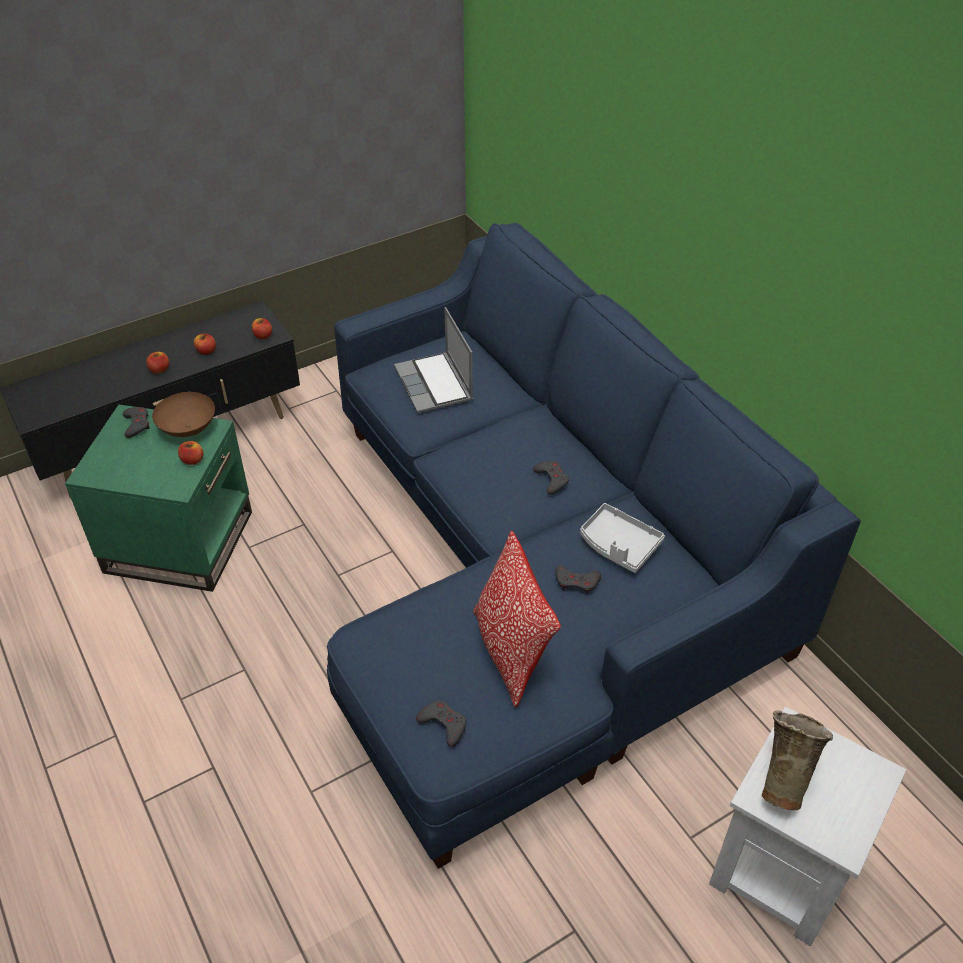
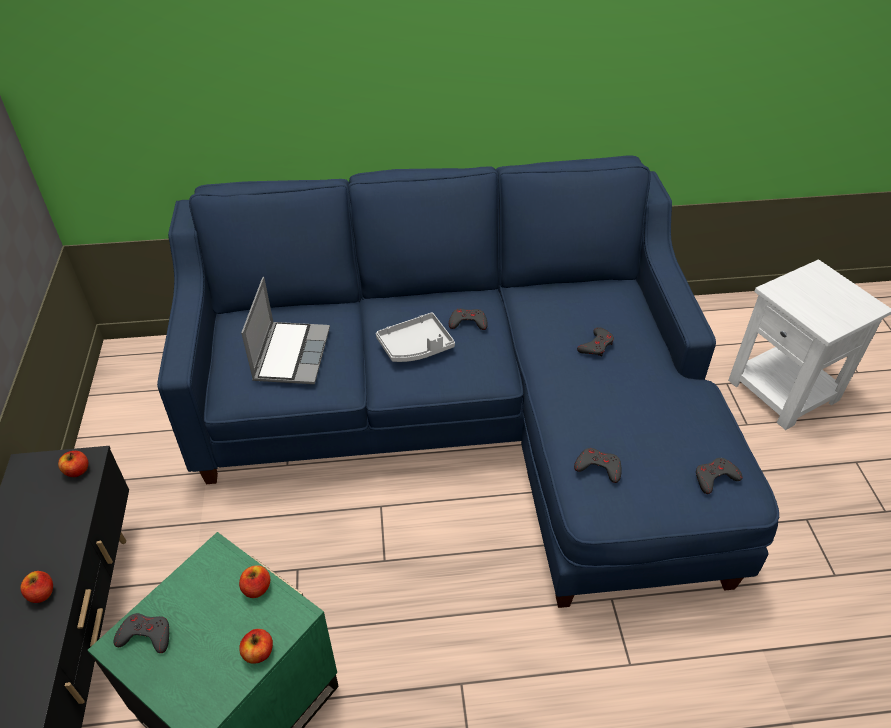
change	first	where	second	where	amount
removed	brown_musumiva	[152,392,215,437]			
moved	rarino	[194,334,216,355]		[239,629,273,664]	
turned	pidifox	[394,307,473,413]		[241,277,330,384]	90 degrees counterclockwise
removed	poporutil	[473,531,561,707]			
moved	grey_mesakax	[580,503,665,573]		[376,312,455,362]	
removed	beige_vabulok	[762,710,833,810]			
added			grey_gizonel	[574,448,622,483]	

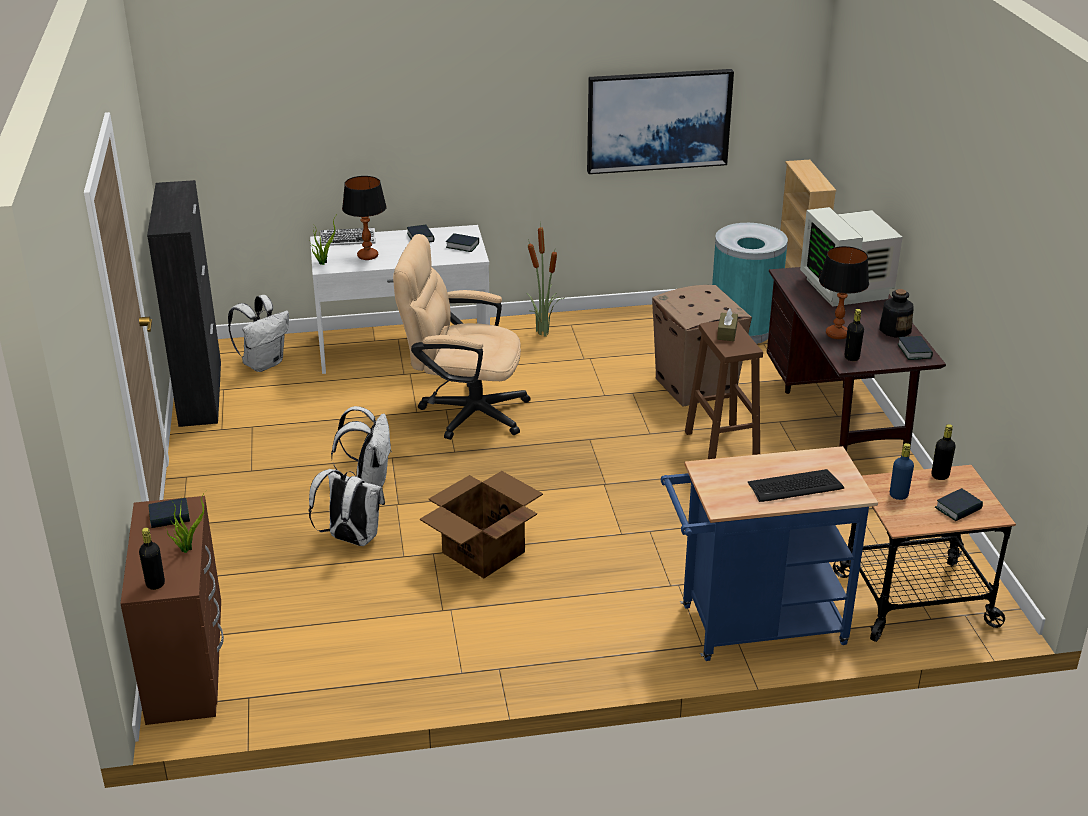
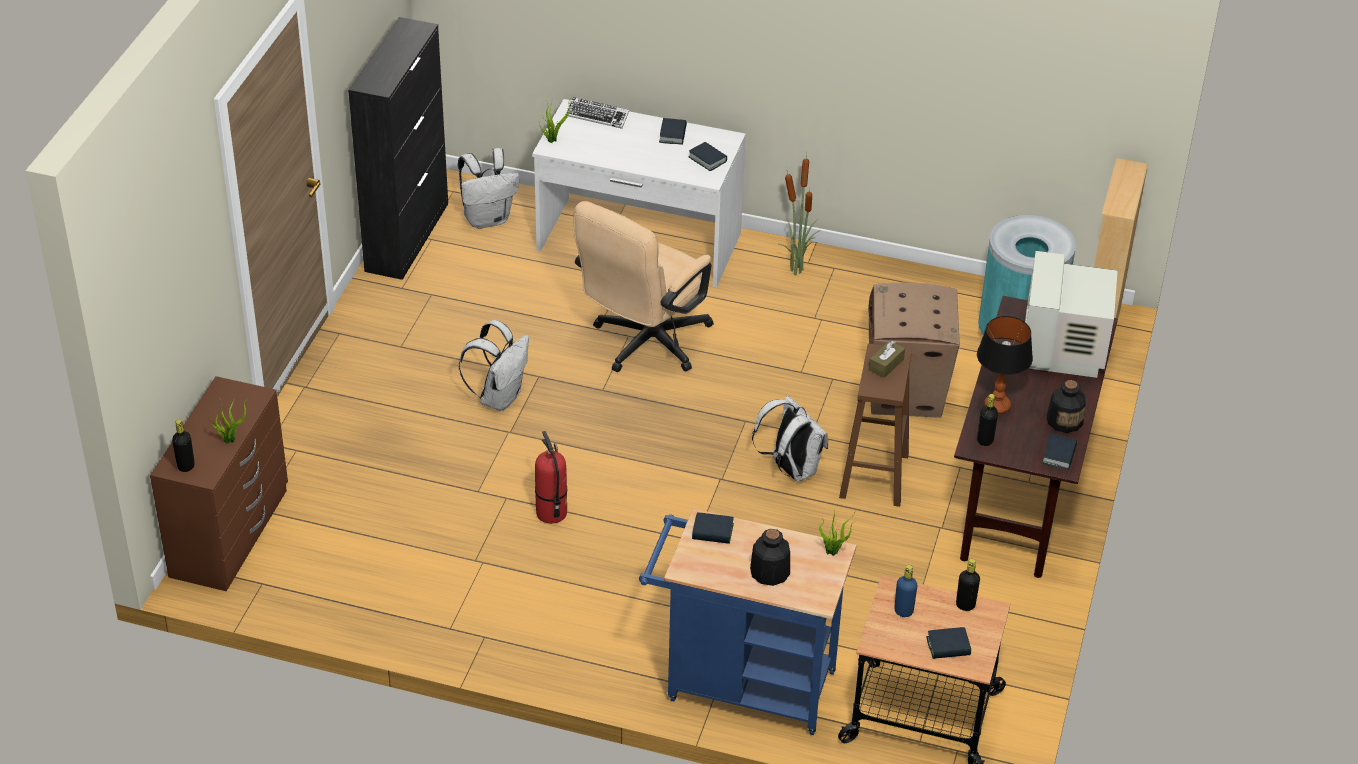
change	first	where	second	where	amount
moved	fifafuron	[149,498,190,528]		[692,513,734,544]	
moved	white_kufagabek	[308,469,385,546]		[752,396,828,482]	
removed	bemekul	[342,176,387,260]			
turned	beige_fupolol	[393,234,531,440]		[573,201,714,372]	90 degrees counterclockwise
replaced	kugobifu	[420,471,543,578]	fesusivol	[535,431,567,524]	
removed	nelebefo	[587,69,734,174]			
replaced	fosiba	[747,469,844,502]	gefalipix	[750,529,790,586]	
added			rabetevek	[819,505,856,556]	

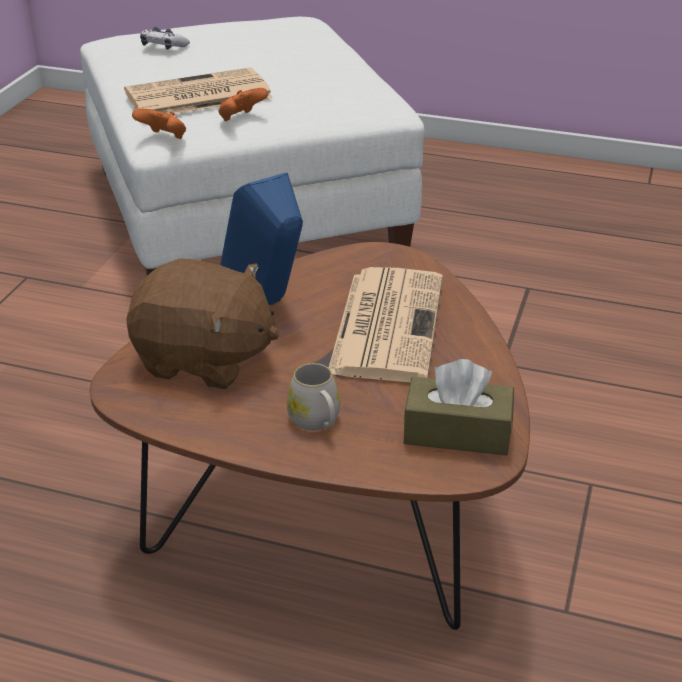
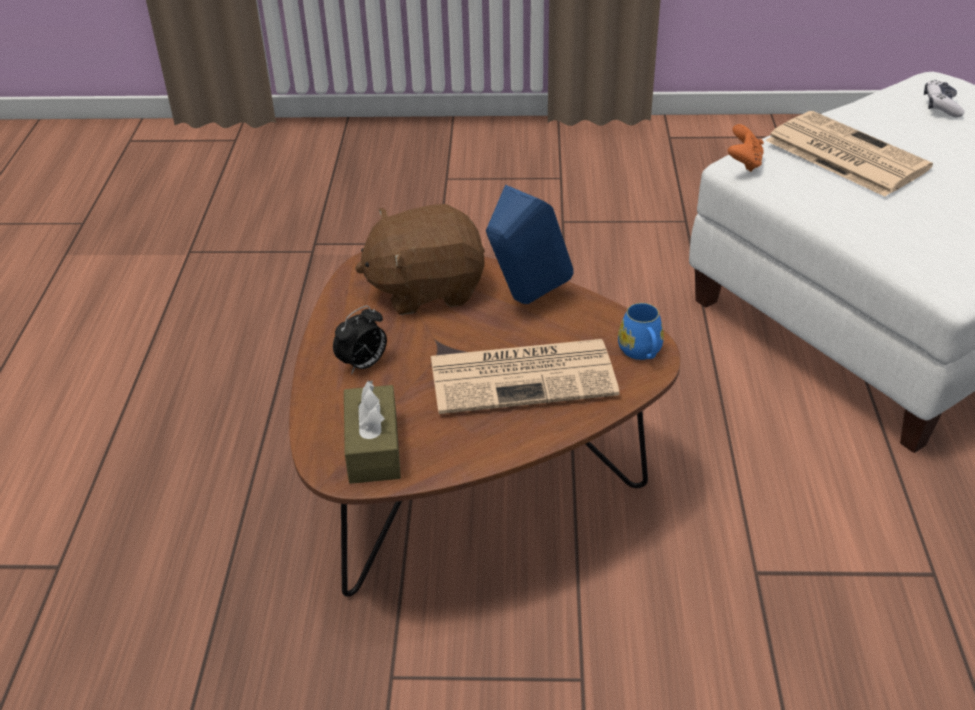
change	first	where	second	where	amount
turned	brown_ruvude	[126,258,279,389]		[355,204,485,315]	75 degrees clockwise
removed	orange_gizonel	[218,88,268,121]			
replaced	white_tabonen	[287,363,340,431]	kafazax	[333,305,387,374]	
added			blue_tabonen	[618,303,664,360]	

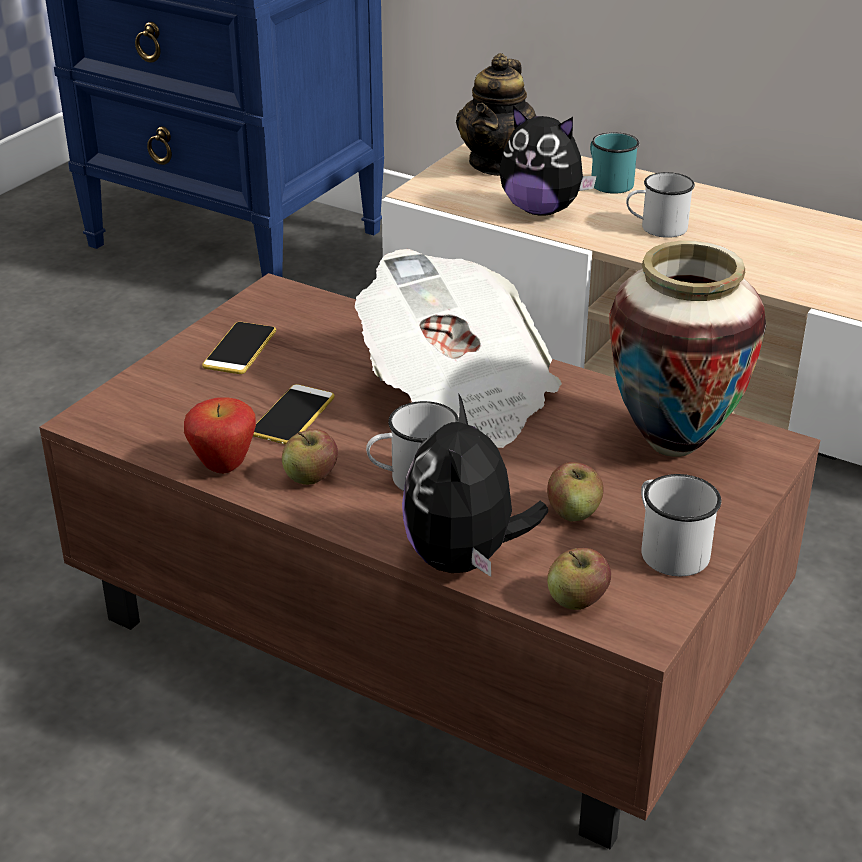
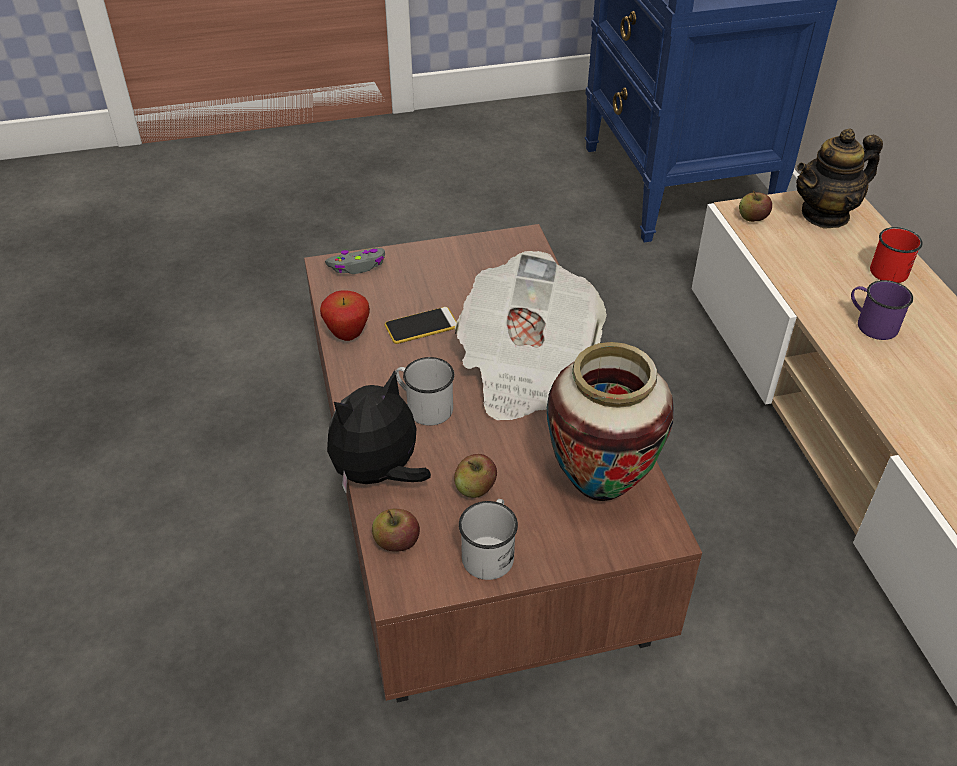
change	first	where	second	where	amount
removed	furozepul	[202,322,276,374]			
moved	rarino	[282,429,338,485]		[739,191,772,222]	
removed	ruvude	[499,106,597,216]			
recoloured	turquoise_tabonen	[590,132,639,194]	red_tabonen	[870,227,923,283]	
recoloured	white_tabonen	[626,172,695,238]	purple_tabonen	[851,280,913,340]	
added			grey_gizonel	[325,248,385,274]	

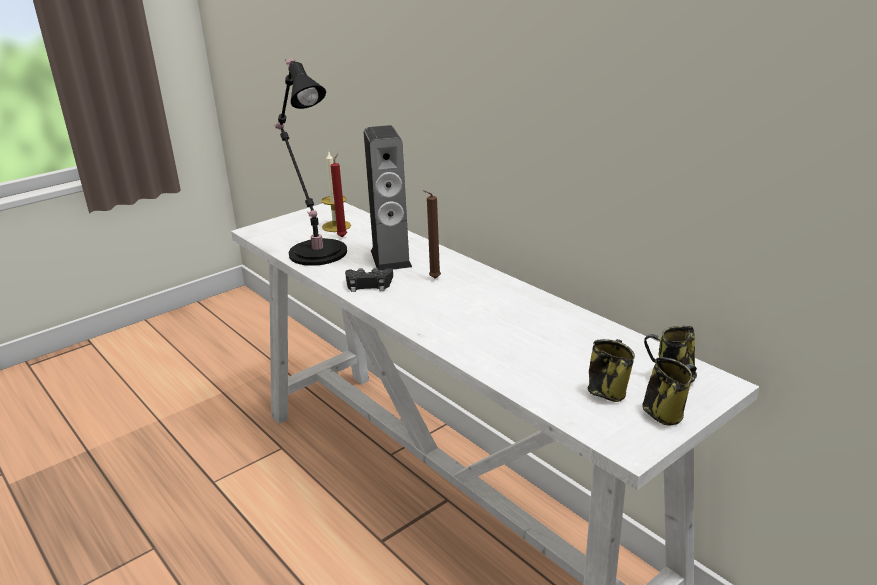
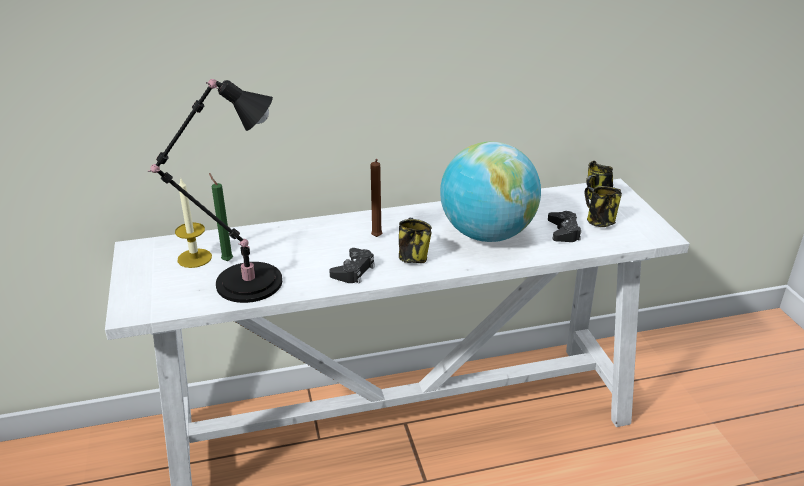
change	first	where	second	where	amount
recoloured	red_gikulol	[330,153,347,237]	green_gikulol	[209,173,233,261]	
removed	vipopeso	[364,125,412,270]			
moved	tabonen	[642,357,697,426]		[399,218,432,263]	
added			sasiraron	[440,142,541,242]	
added			black_gizonel	[548,211,581,242]	

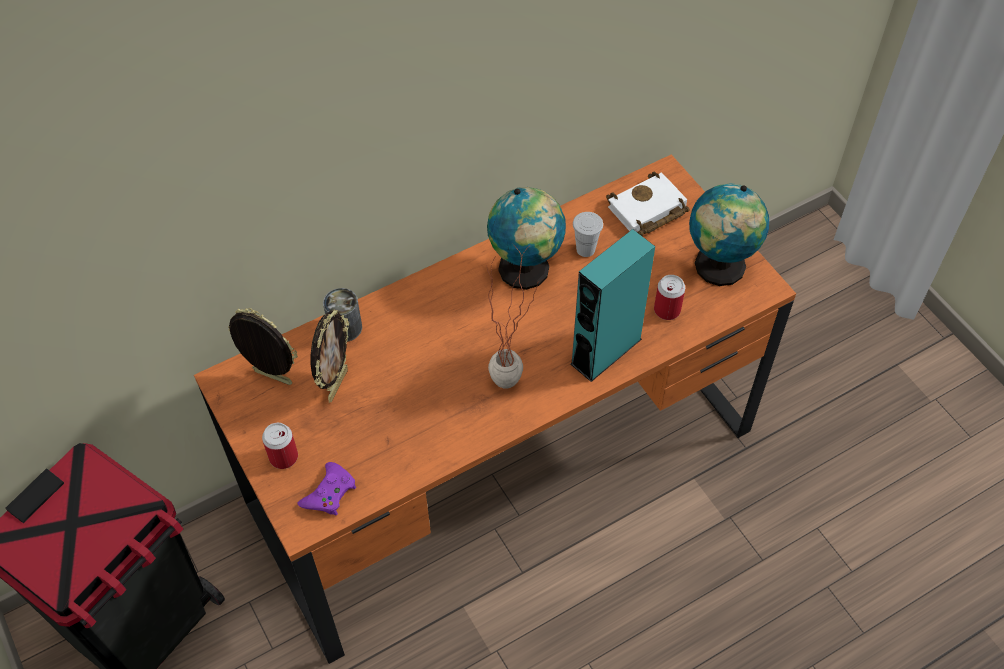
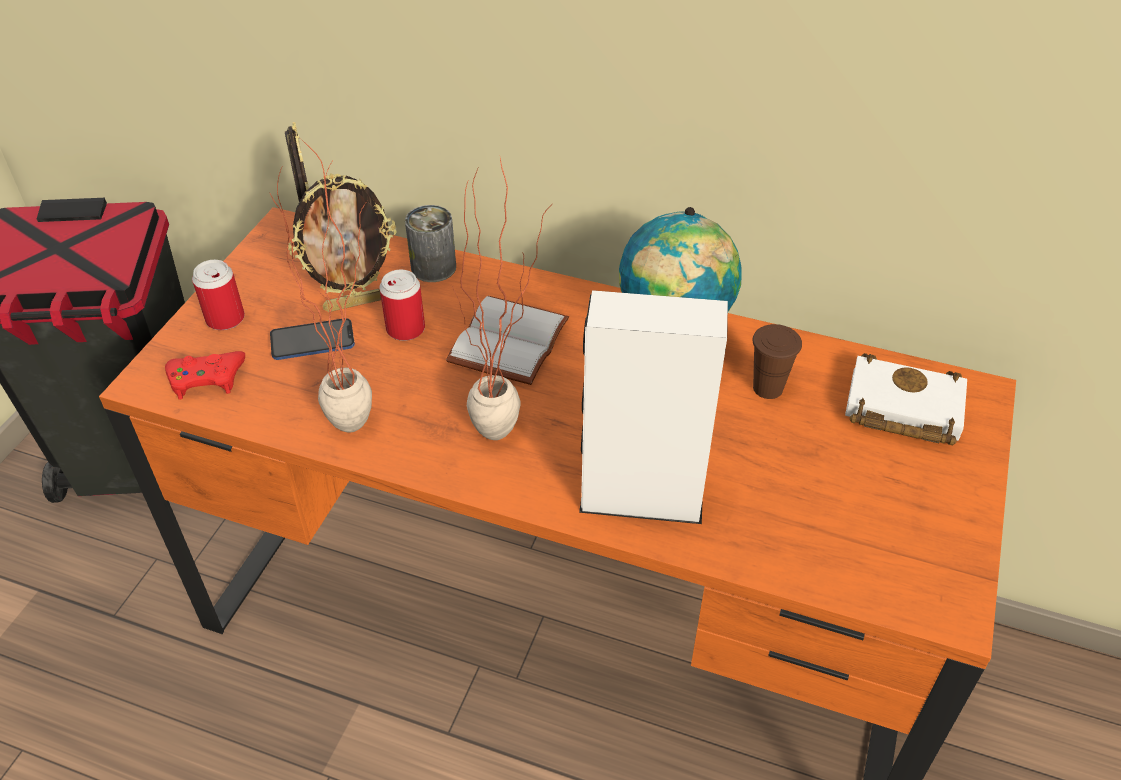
change	first	where	second	where	amount
recoloured	purple_gizonel	[297,462,356,515]	red_gizonel	[165,351,245,400]	
recoloured	turquoise_vipopeso	[570,229,655,382]	white_vipopeso	[579,290,728,524]	
recoloured	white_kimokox	[573,212,603,257]	brown_kimokox	[753,324,802,399]	
moved	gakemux	[654,275,685,320]		[379,269,425,341]	
removed	sasiraron	[689,183,769,286]			
added			rabetevek	[269,139,372,433]	
added			furozepul	[270,318,355,360]	
added			white_fifafuron	[446,296,569,385]	

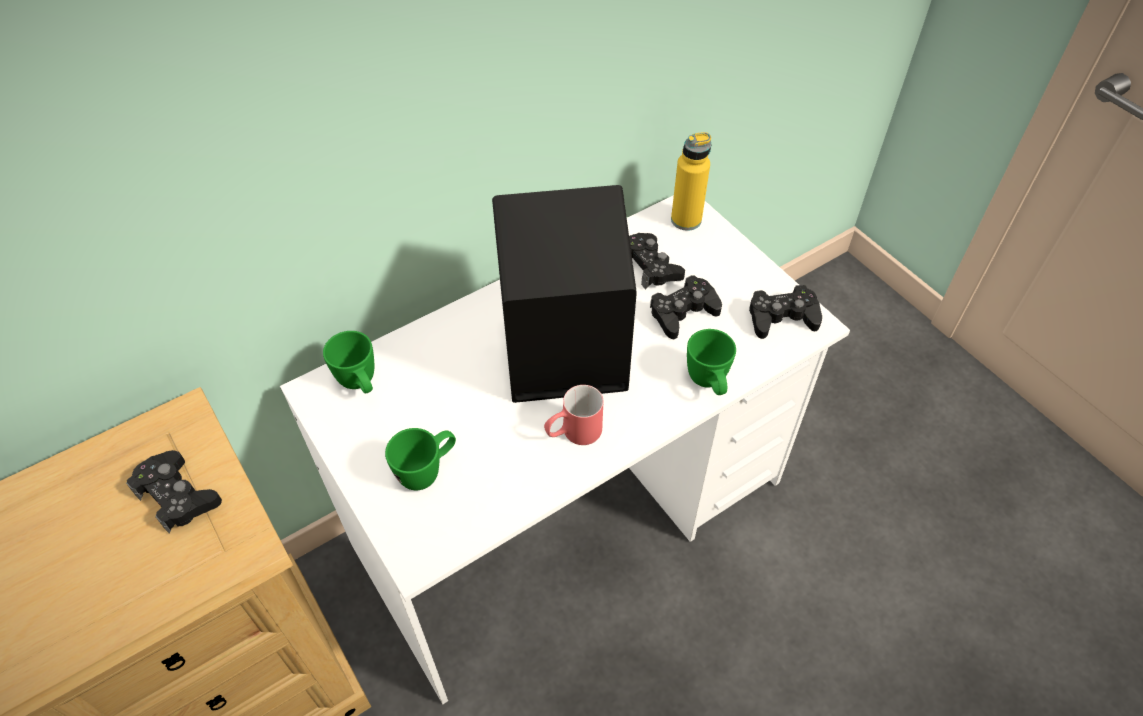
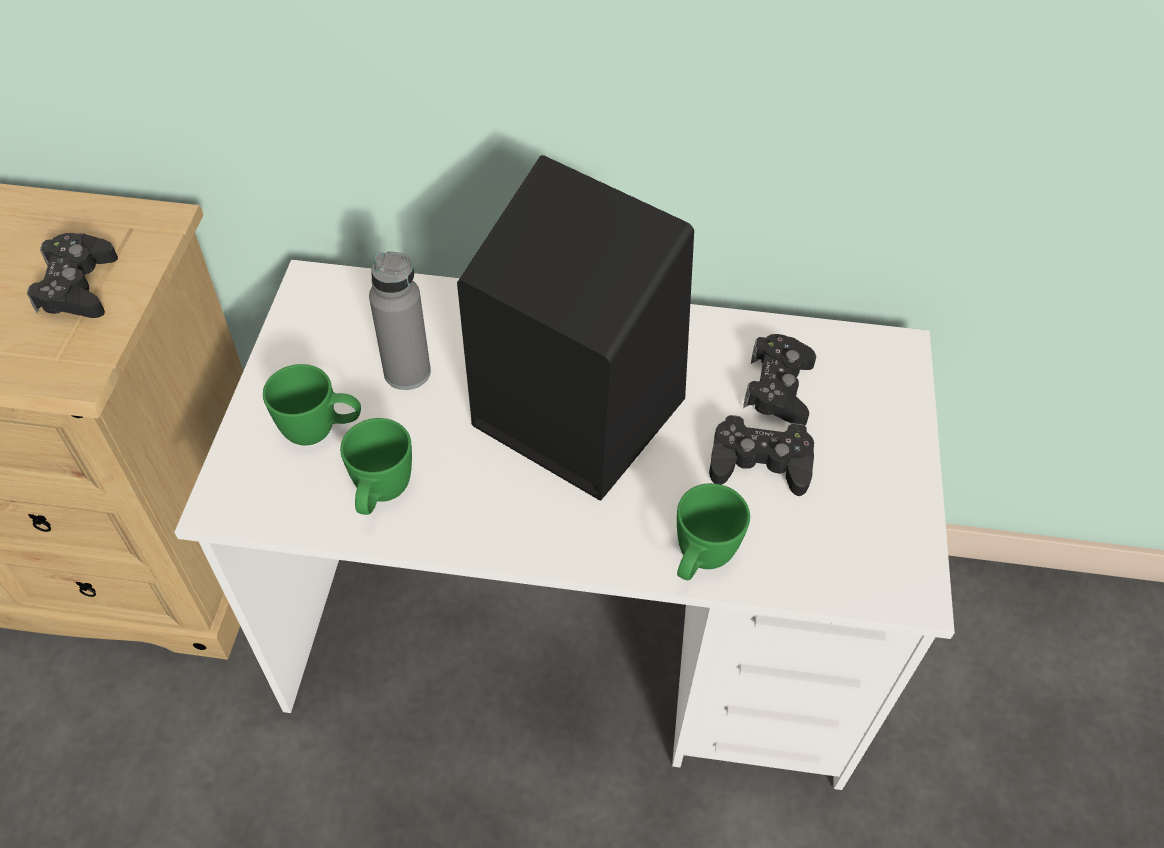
change	first	where	second	where	amount
moved	green_tabonen	[323,331,374,394]		[340,418,412,515]	
removed	red_tabonen	[544,385,603,445]			
removed	yellow_gefalipix	[671,132,711,231]			
removed	black_gizonel	[749,285,822,339]			
added			grey_gefalipix	[369,251,431,390]	

